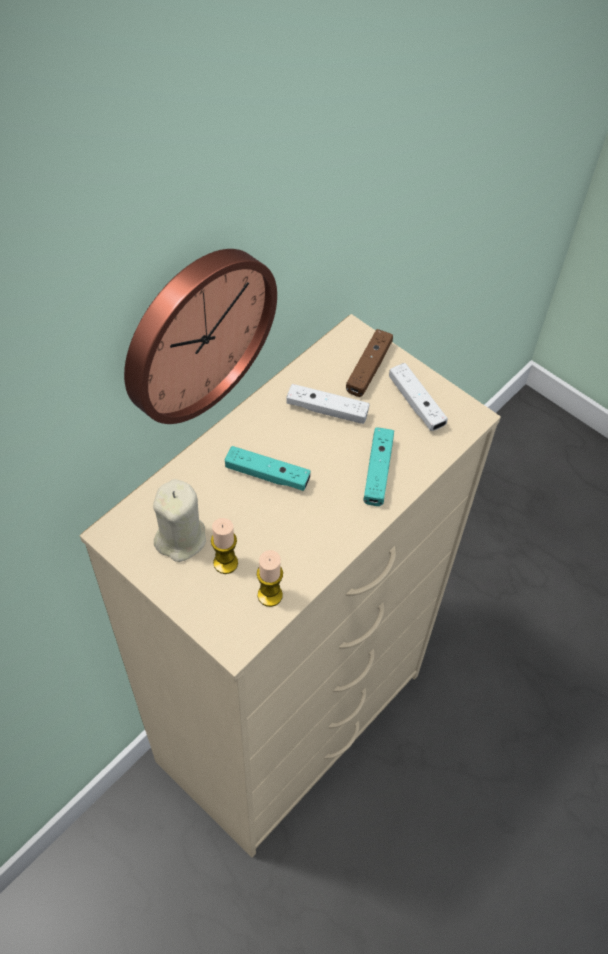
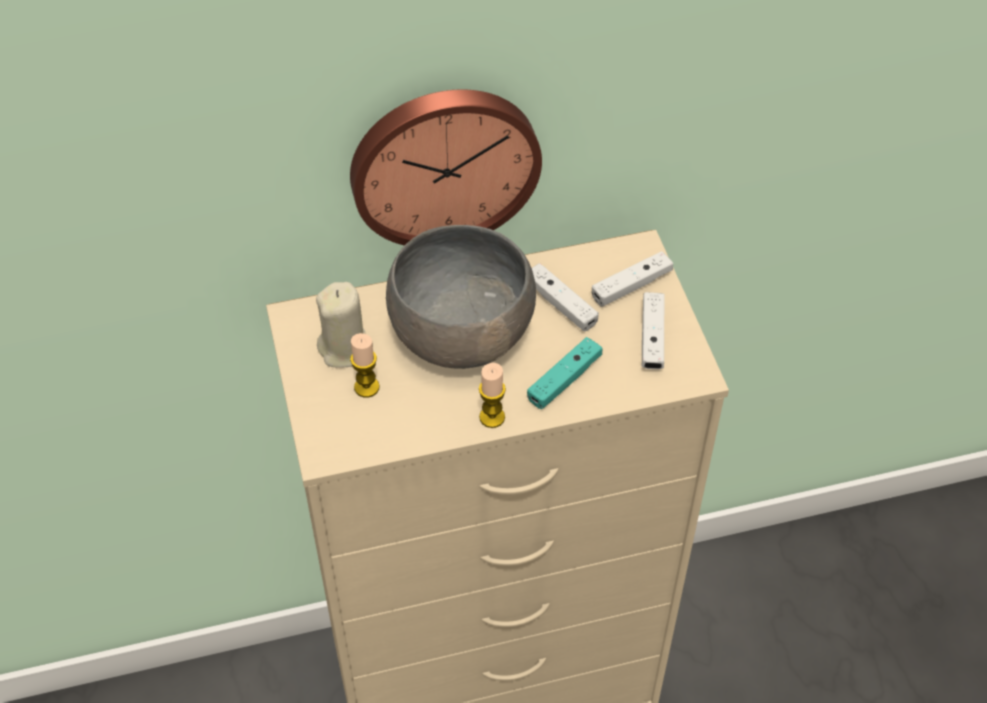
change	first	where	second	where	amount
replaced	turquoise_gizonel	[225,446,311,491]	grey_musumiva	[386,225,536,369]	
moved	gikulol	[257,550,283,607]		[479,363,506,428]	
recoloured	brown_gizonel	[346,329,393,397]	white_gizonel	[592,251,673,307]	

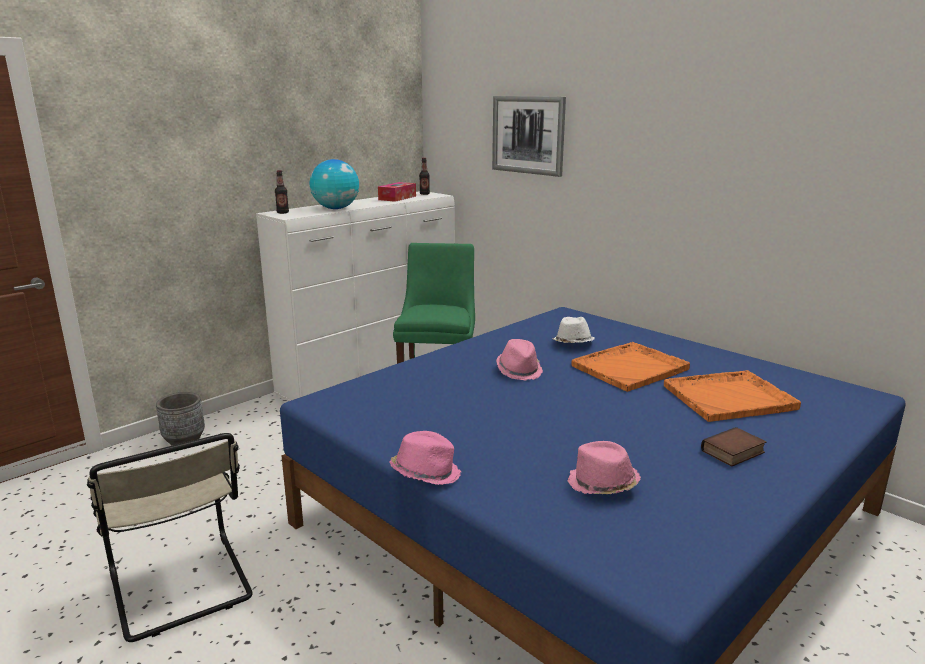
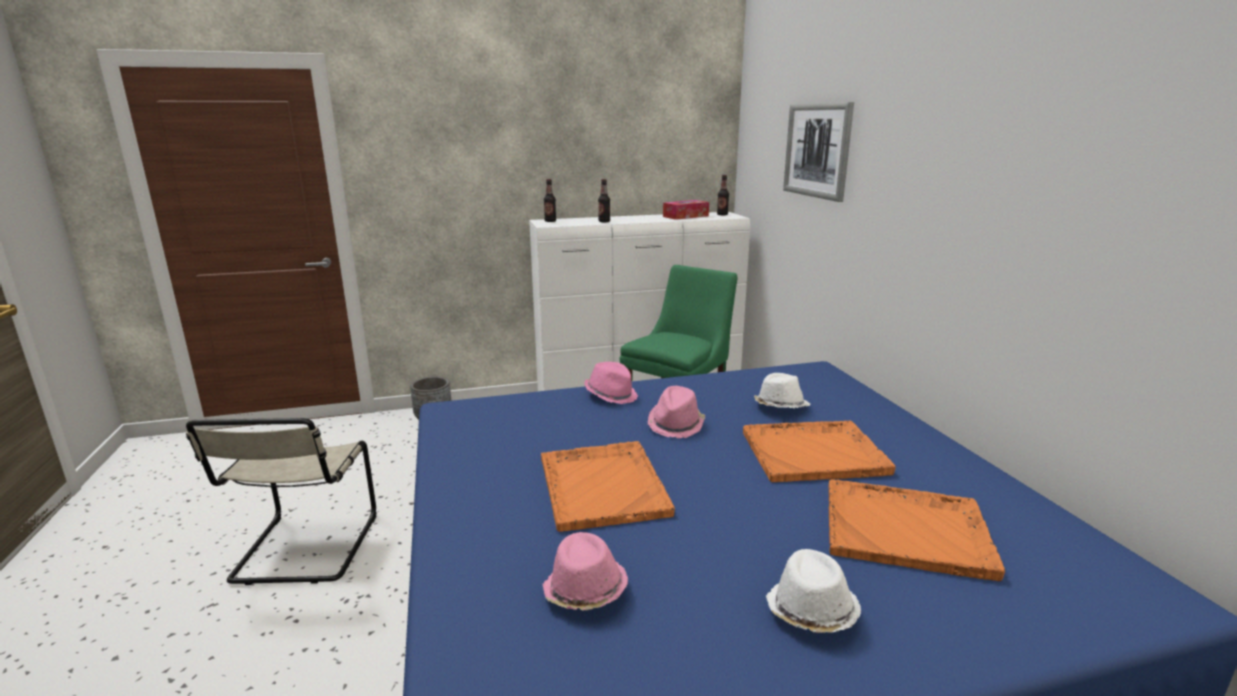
change	first	where	second	where	amount
replaced	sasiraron	[310,159,359,209]	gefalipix	[598,179,610,222]	
moved	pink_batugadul	[390,431,461,485]		[584,362,638,404]	
replaced	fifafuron	[701,427,766,467]	white_batugadul	[766,549,861,633]	
added			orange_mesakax	[541,441,675,532]	

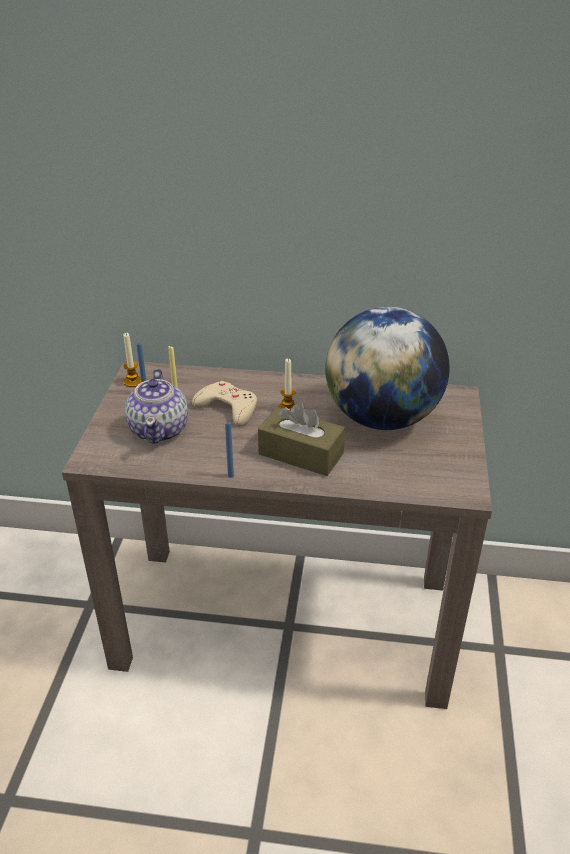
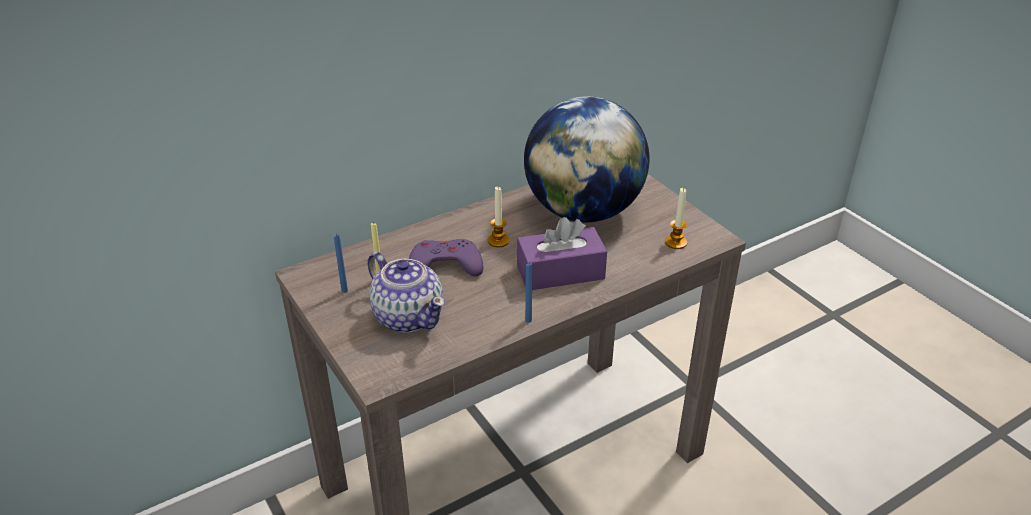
change	first	where	second	where	amount
moved	gikulol	[123,333,141,387]		[665,188,687,249]	
recoloured	beige_gizonel	[192,381,257,426]	purple_gizonel	[409,239,483,276]	
recoloured	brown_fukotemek	[258,402,345,476]	purple_fukotemek	[517,217,607,290]	

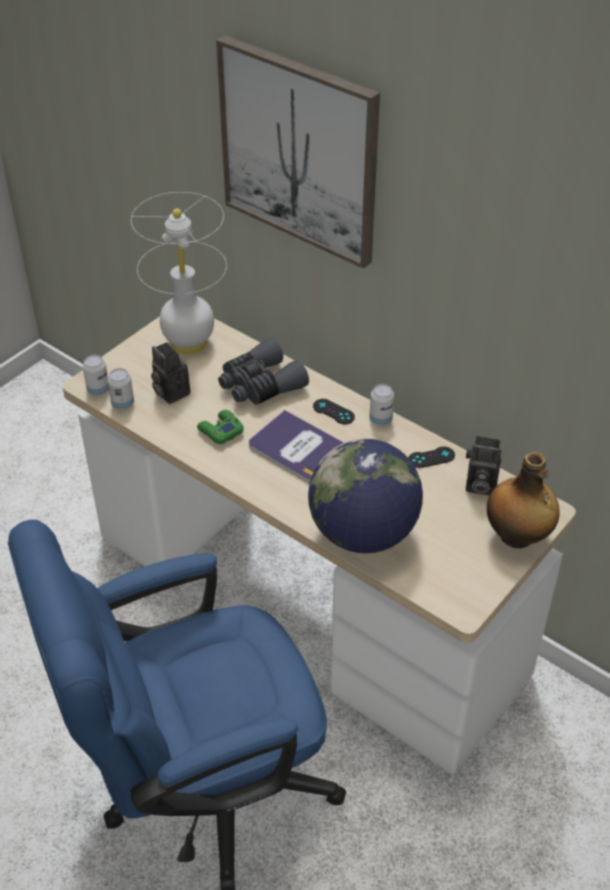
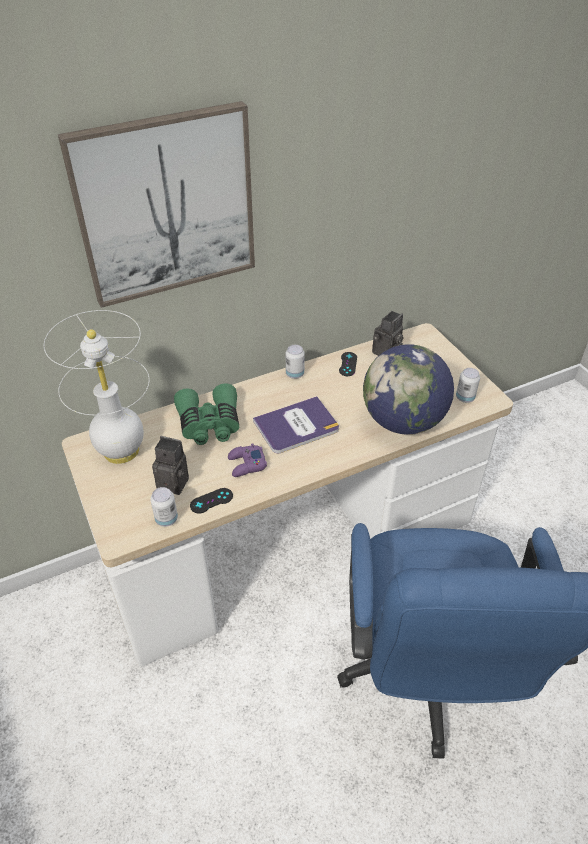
change	first	where	second	where	amount
moved	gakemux	[83,355,109,396]		[456,368,480,403]	
turned	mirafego	[151,342,190,404]		[152,436,189,495]	150 degrees counterclockwise
recoloured	green_gizonel	[197,410,244,444]	purple_gizonel	[228,443,267,477]	
recoloured	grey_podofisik	[218,337,309,405]	green_podofisik	[174,383,239,445]	
moved	black_gizonel	[313,399,355,424]		[190,488,233,514]	
removed	gefalipix	[487,452,560,548]			

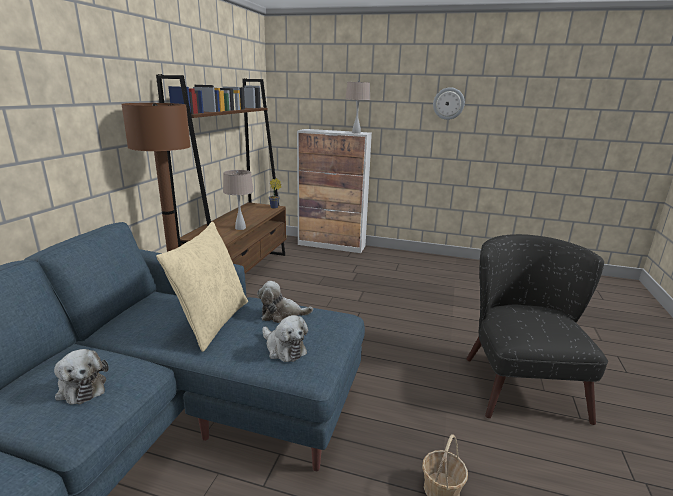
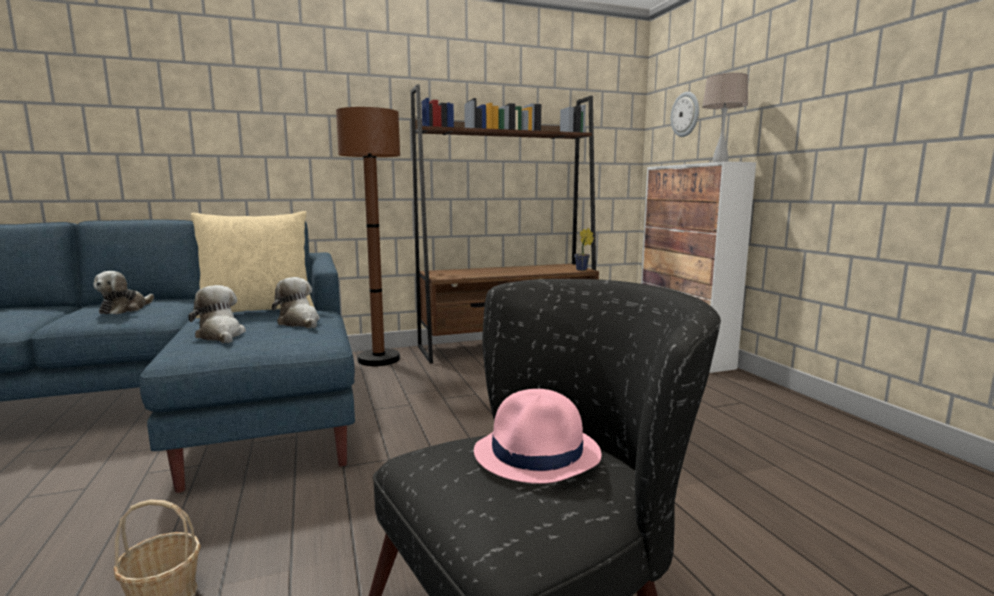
change	first	where	second	where	amount
removed	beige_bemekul	[223,170,254,230]			
turned	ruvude	[262,315,308,362]		[188,285,246,343]	135 degrees clockwise
moved	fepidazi	[433,87,465,120]		[671,92,699,137]	
added			pink_batugadul	[474,389,601,484]	

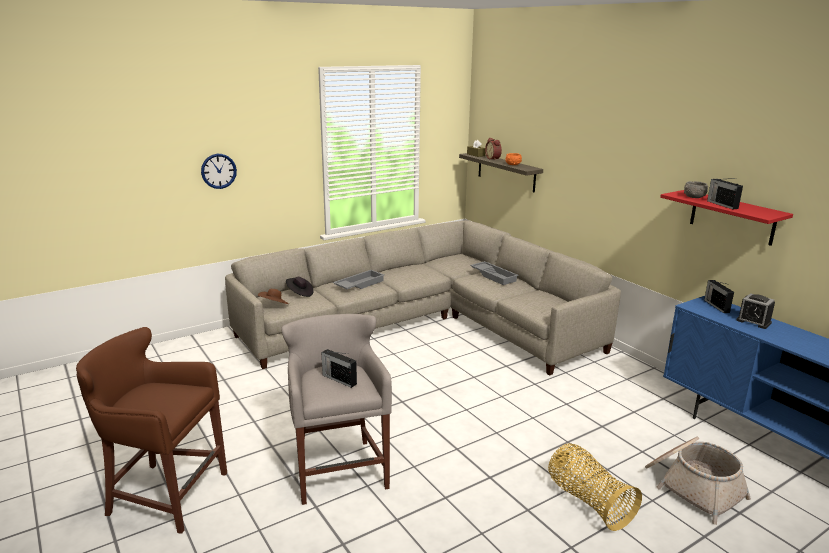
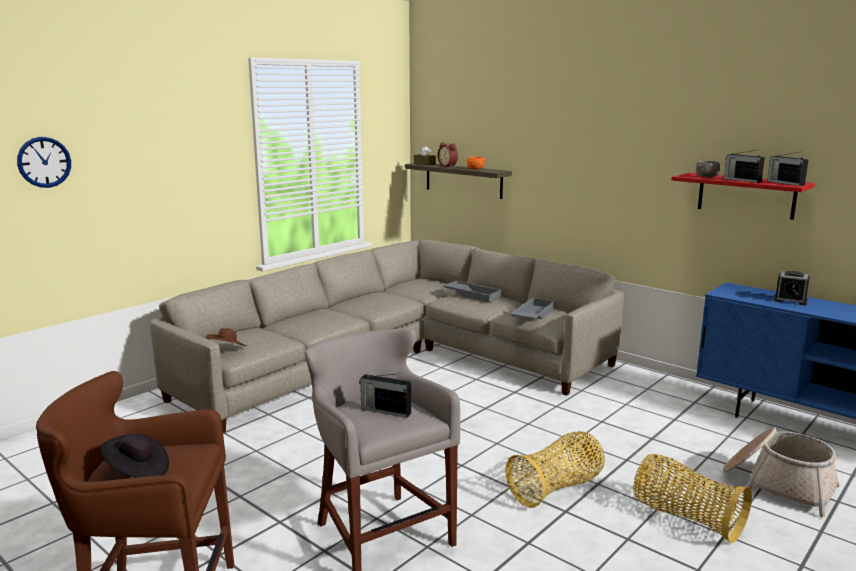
change	first	where	second	where	amount
moved	fepidazi	[201,154,237,189]		[17,137,71,188]	
moved	black_batugadul	[286,277,314,297]		[101,434,169,478]	
moved	grey_mesakax	[333,270,384,289]		[510,297,556,320]	
moved	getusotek	[704,280,734,313]		[767,152,809,186]	
added			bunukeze	[505,431,605,508]	

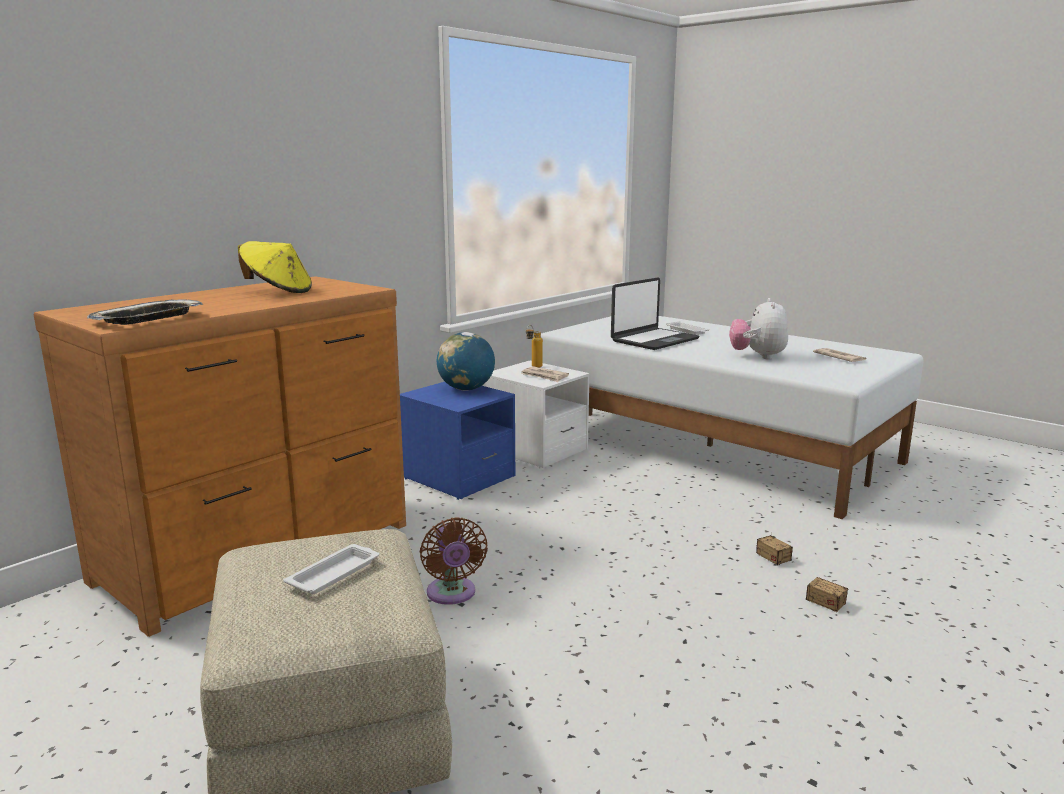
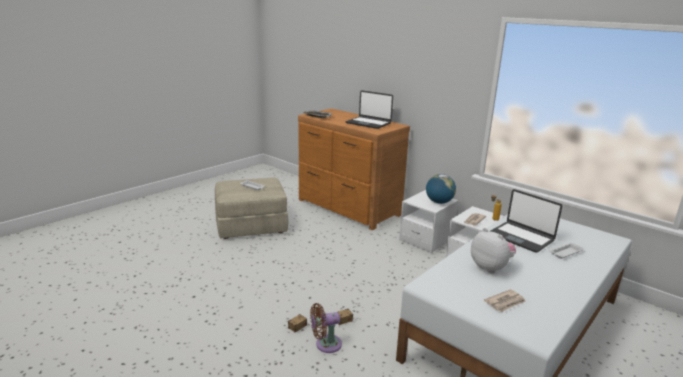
change	first	where	second	where	amount
replaced	yellow_batugadul	[238,241,312,293]	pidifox	[346,90,393,129]	
recoloured	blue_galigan	[400,382,515,500]	white_galigan	[399,190,459,253]	
moved	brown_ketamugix	[420,517,488,605]		[310,303,342,353]	
turned	ruvude	[729,298,788,359]		[471,228,516,273]	45 degrees clockwise

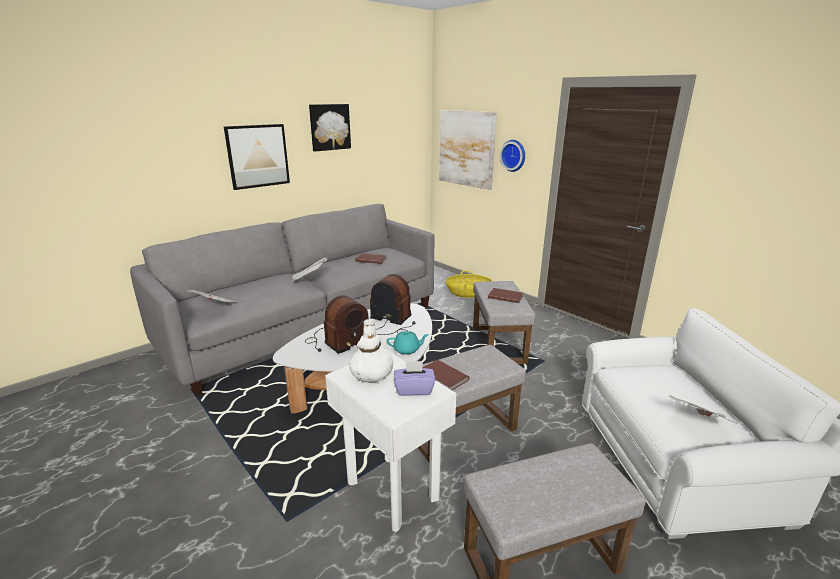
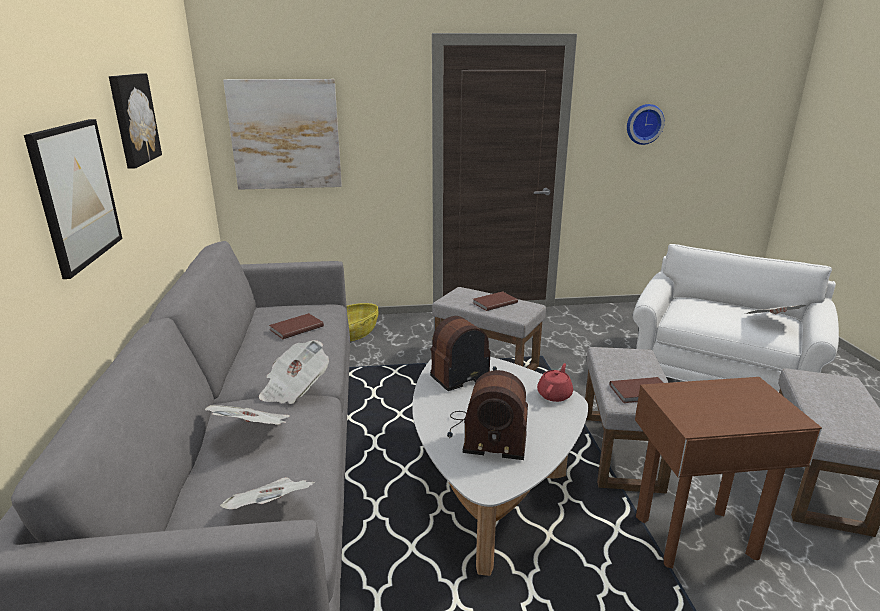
change	first	where	second	where	amount
turned	getusotek	[305,295,368,354]		[447,370,528,460]	105 degrees clockwise
recoloured	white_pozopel	[325,349,456,532]	brown_pozopel	[635,377,822,569]	
removed	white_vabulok	[349,319,393,383]			
recoloured	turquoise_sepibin	[387,331,429,355]	red_sepibin	[537,363,573,402]	
removed	purple_fukotemek	[394,361,436,396]			
moved	fepidazi	[500,140,525,172]		[627,104,665,145]	
added			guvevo	[205,405,290,425]	

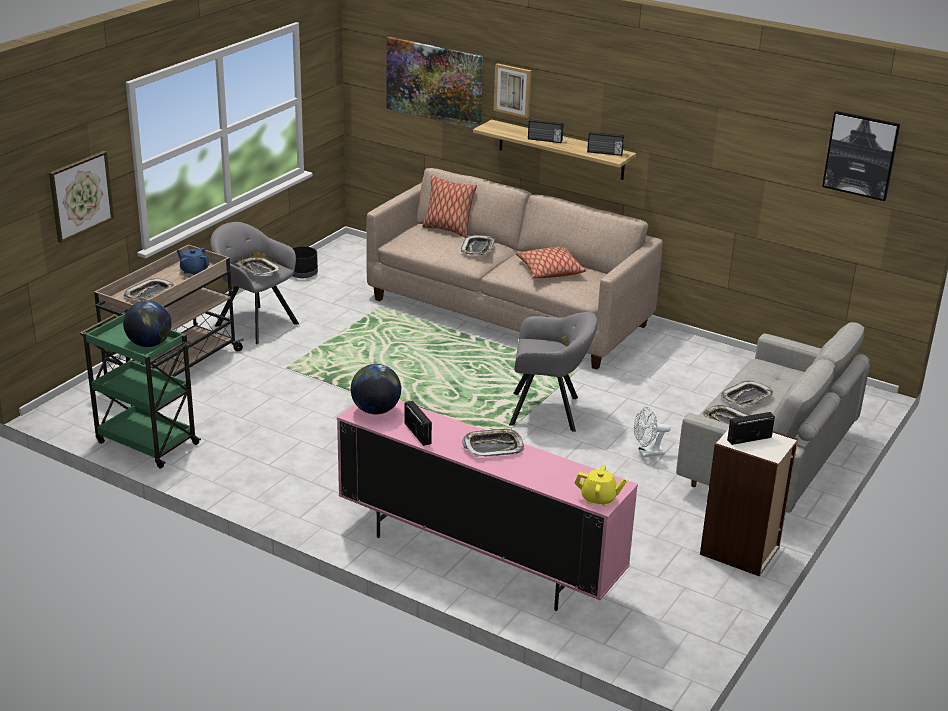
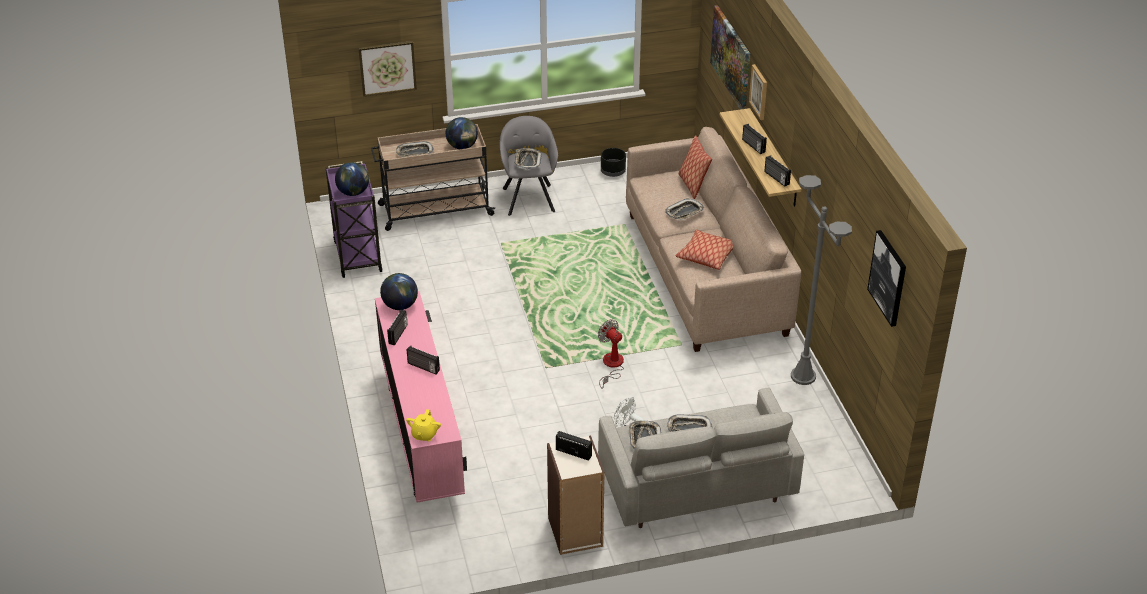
change	first	where	second	where	amount
recoloured	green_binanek	[80,312,201,469]	purple_binanek	[326,161,383,278]	
replaced	blue_sepibin	[177,248,210,276]	sasiraron	[446,117,478,149]	
replaced	mesakax	[462,428,524,457]	getusotek	[407,345,440,374]	
replaced	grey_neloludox	[509,312,598,432]	ketamugix	[598,319,624,389]	
turned	yellow_sepibin	[574,465,627,506]		[406,409,441,442]	45 degrees clockwise
added			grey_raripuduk	[791,175,852,385]	

